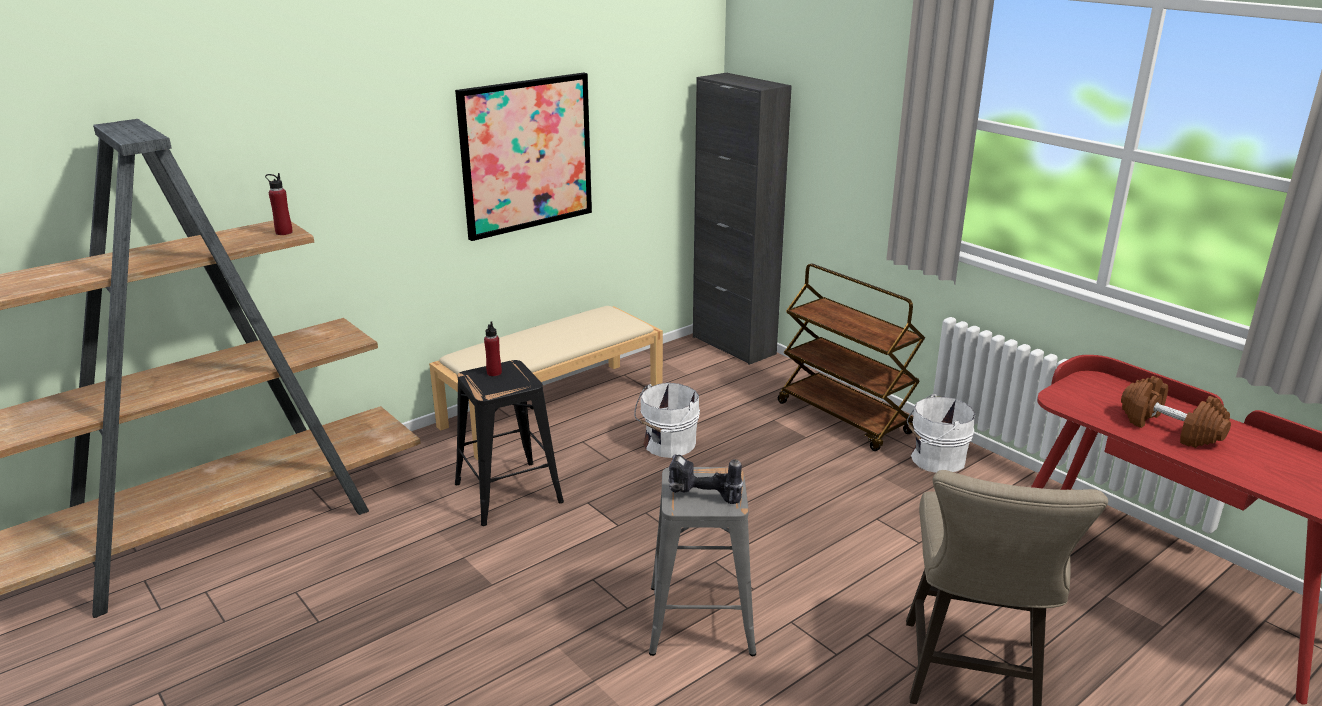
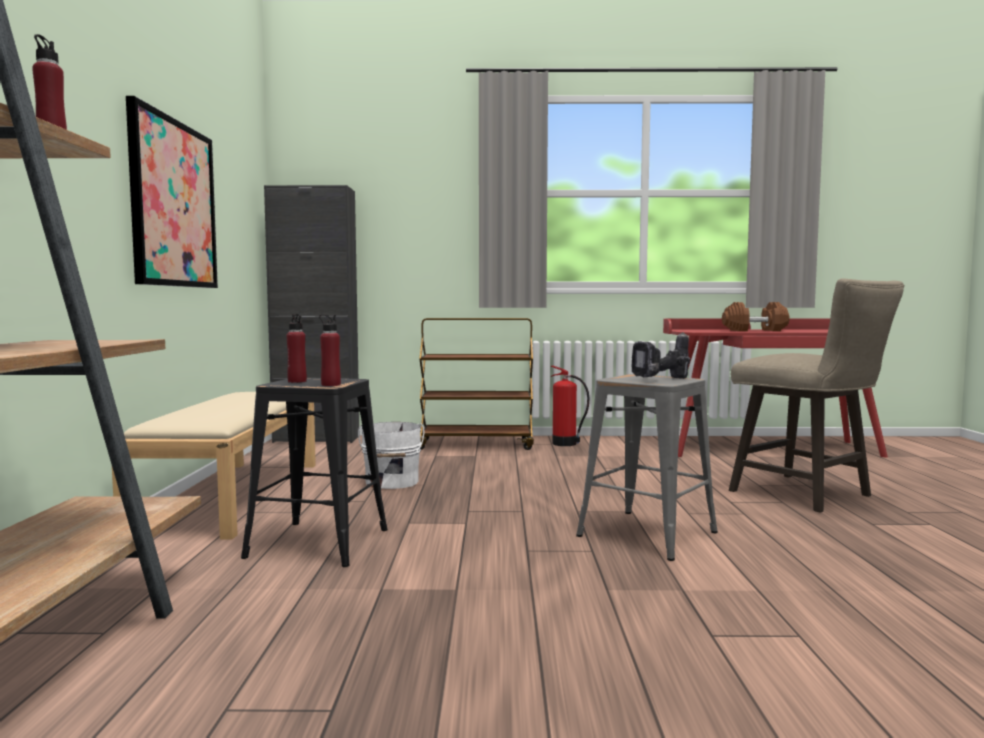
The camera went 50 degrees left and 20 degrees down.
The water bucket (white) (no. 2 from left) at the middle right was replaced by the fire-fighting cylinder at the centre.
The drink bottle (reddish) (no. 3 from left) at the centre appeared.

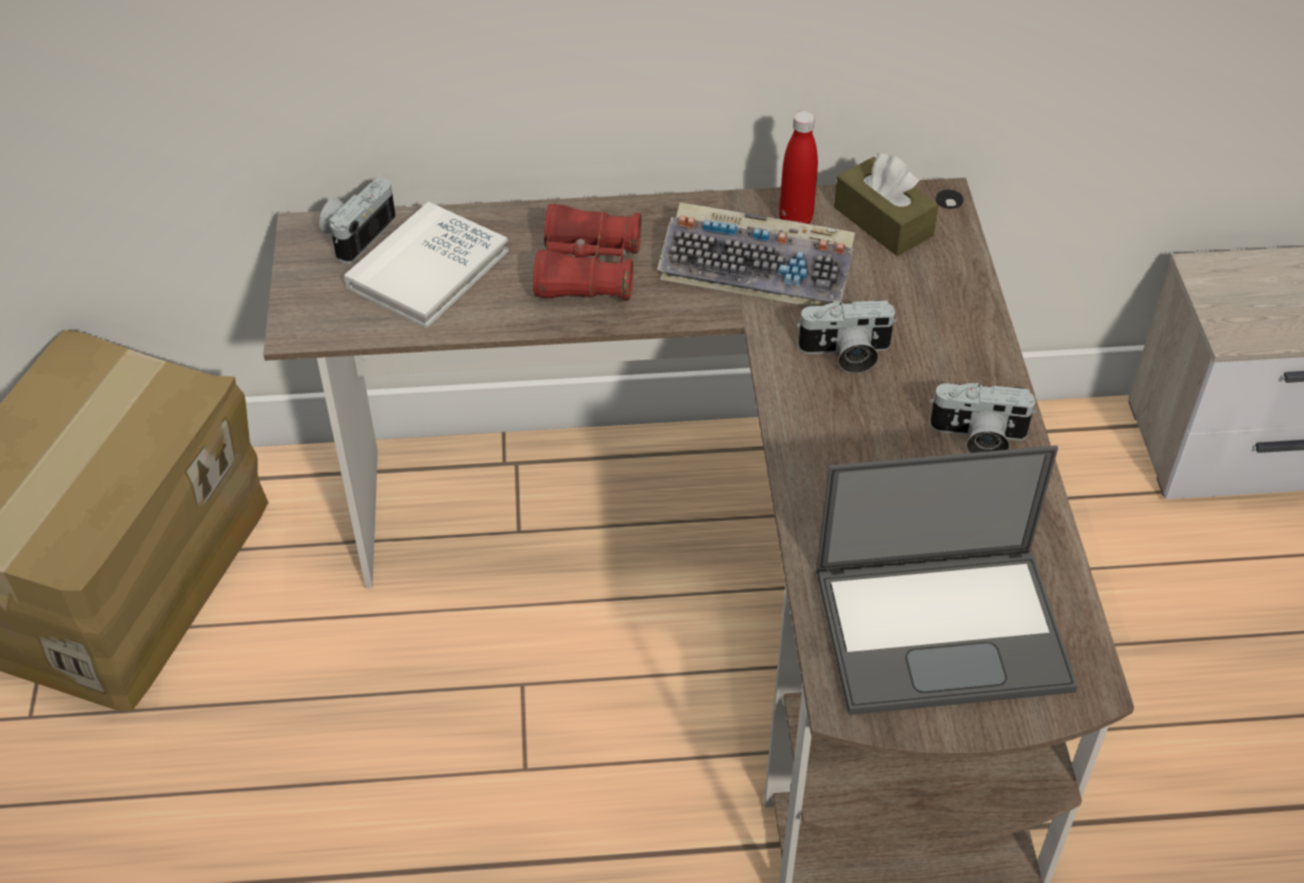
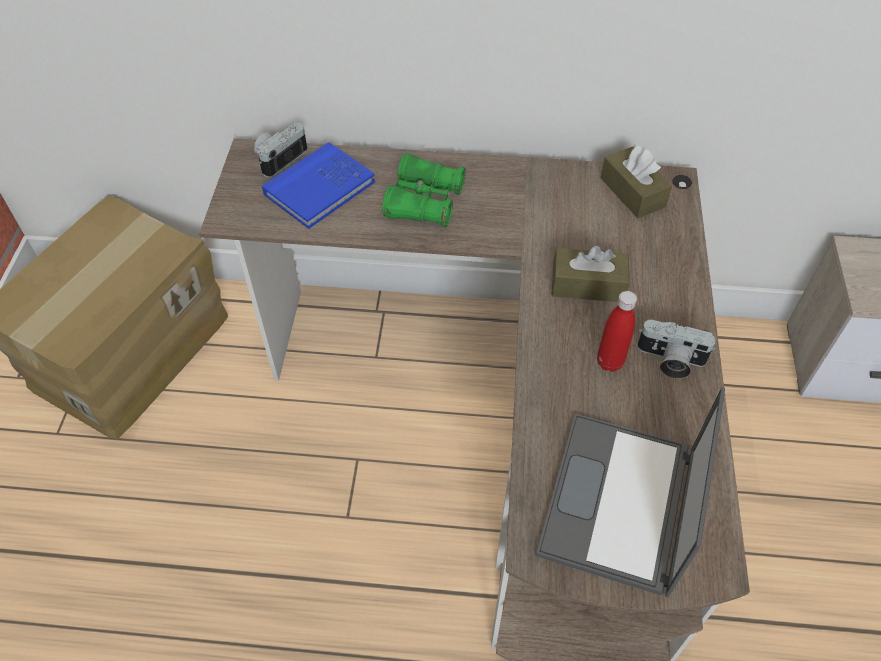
The camera went 10 degrees right and 5 degrees up.
The volume (white) at the top left became the volume (bluish) at the top centre.
The binoculars (reddish) at the top centre became the binoculars (green-coloured) at the top centre.
The PC keyboard at the top centre disappeared.
The drink bottle (reddish) moved from the top centre to the middle right.
The still camera (no. 2 from left) at the centre was replaced by the tissue holder (brown-coloured) (no. 1 from left) at the middle right.
The laptop at the middle right turned 105 degrees clockwise.

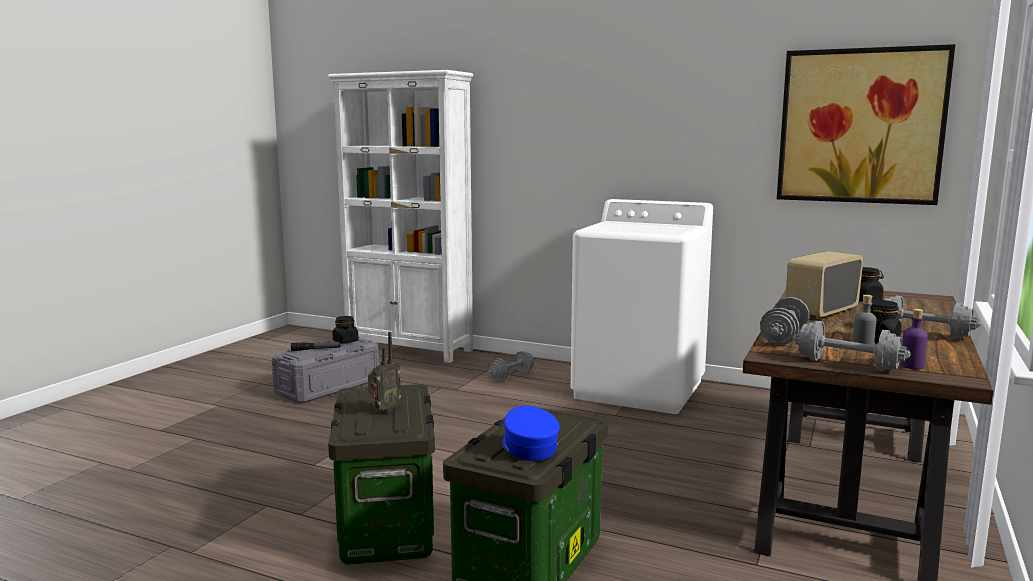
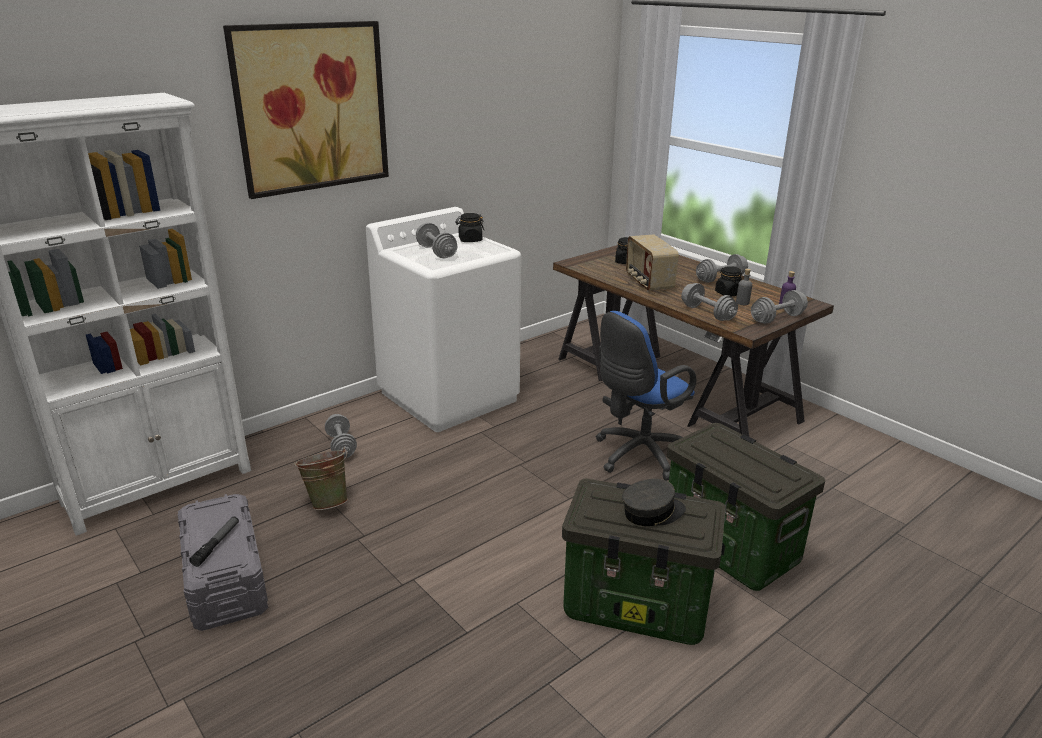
The camera went 65 degrees left and 15 degrees up.
The storage jar (blackish) (no. 1 from left) moved from the centre to the top centre.
The radio set (no. 1 from left) at the centre was replaced by the baseball cap (greyish) at the bottom centre.
The baseball cap (bluish) at the bottom centre disappeared.
The wall picture moved from the top right to the top left.
The water bucket (green-coloured) at the middle left appeared.
The hand weight (greyish) (no. 2 from left) at the top centre appeared.
The desk chair (bluish) at the centre appeared.

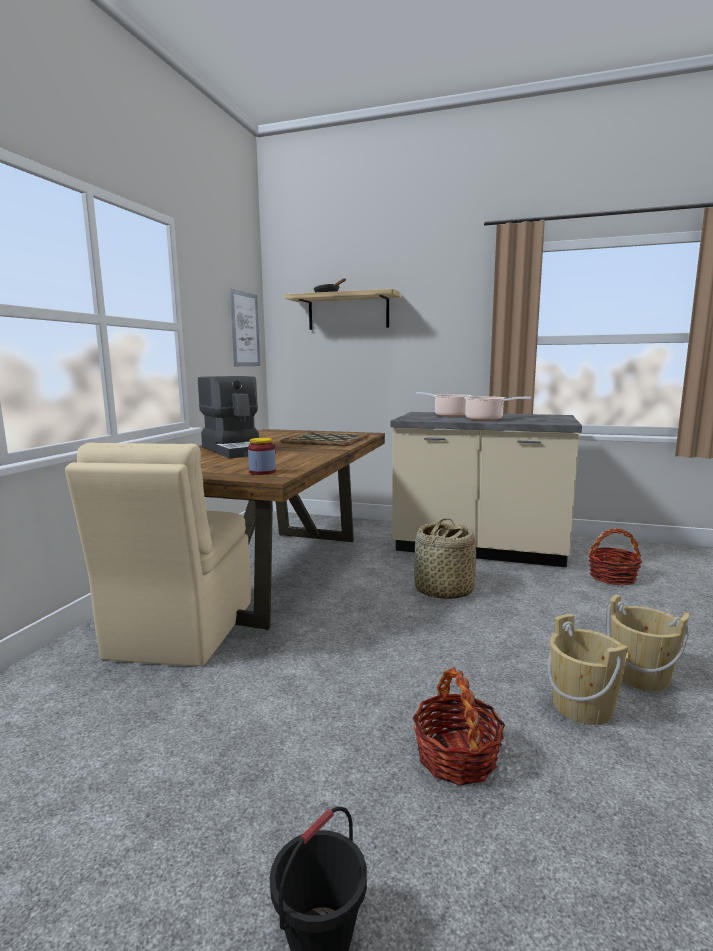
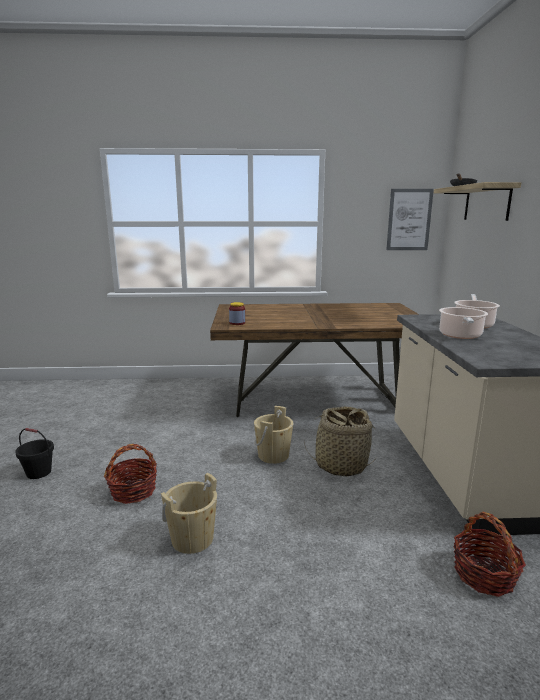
The camera went 70 degrees right and 5 degrees up.
The upright chair (sand-coloured) at the middle left disappeared.
The coffee brewer at the middle left disappeared.
The serving tray at the centre disappeared.
The water bucket (sand-coloured) (no. 2 from left) moved from the bottom right to the centre.

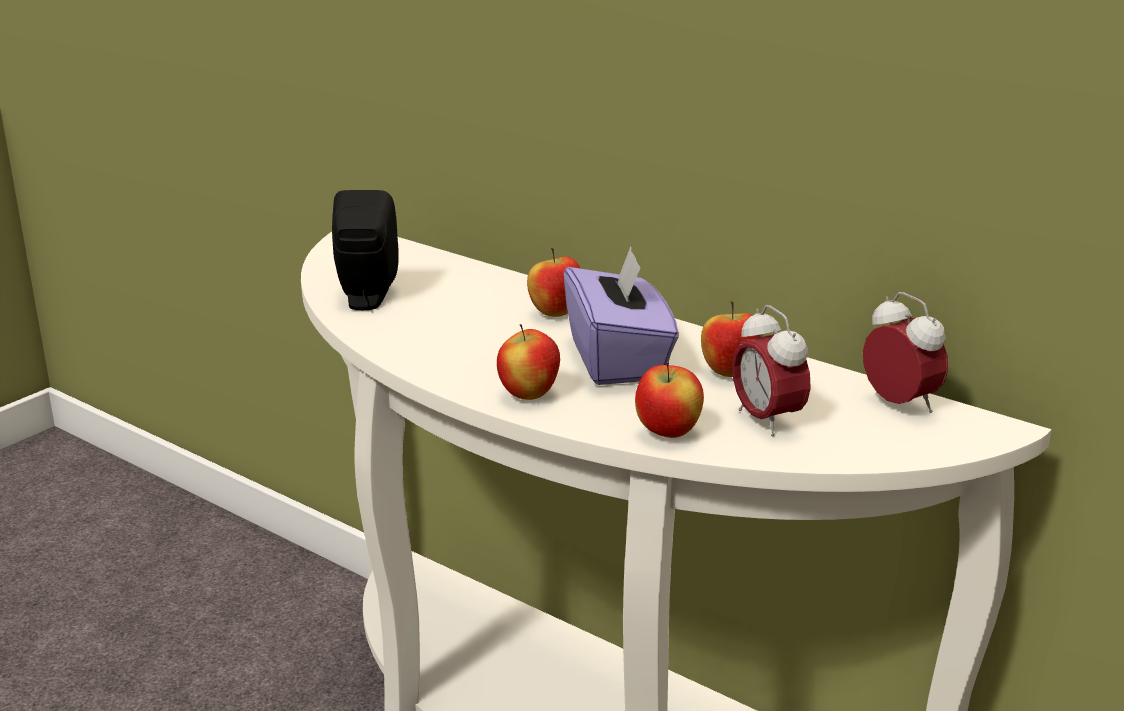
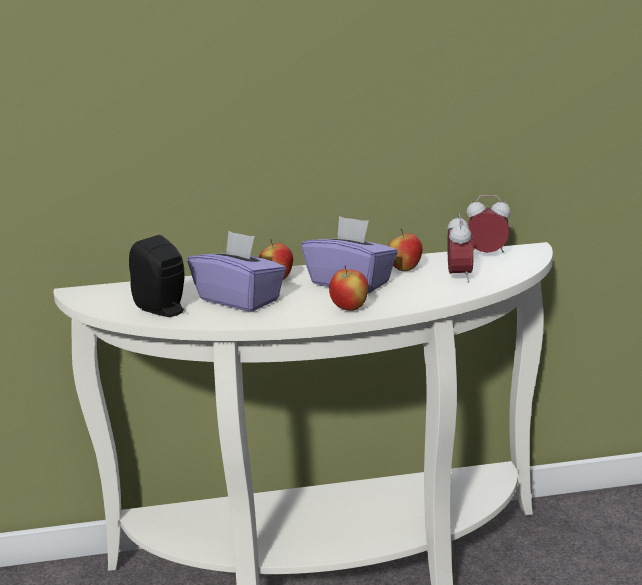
The camera went 45 degrees left and 5 degrees down.
The apple fruit (no. 3 from left) at the centre disappeared.
The table clock (no. 1 from left) at the middle right turned 105 degrees counterclockwise.
The tissue holder (purplish) (no. 1 from left) at the centre appeared.

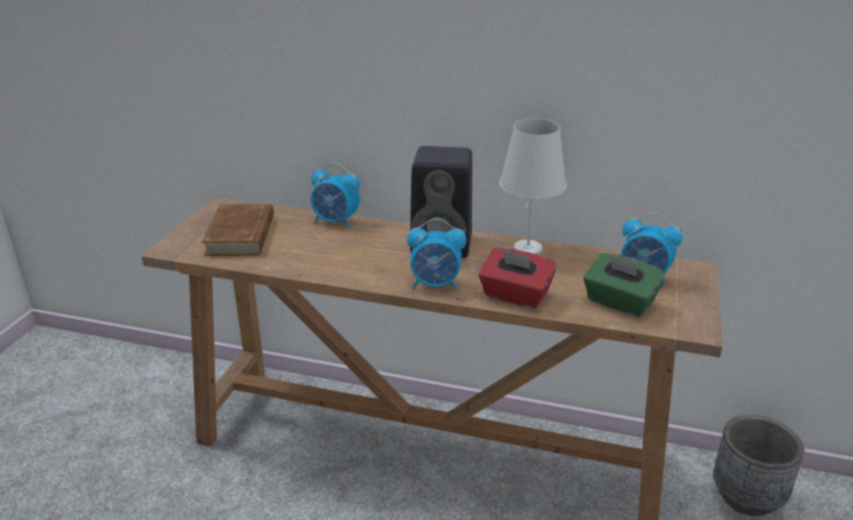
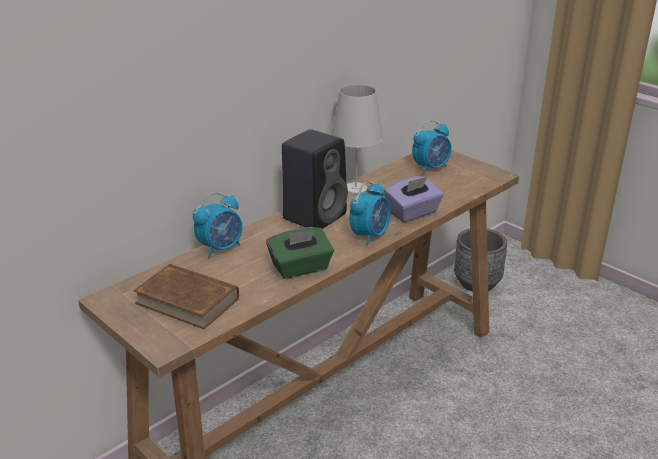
The camera went 60 degrees left and 0 degrees up.
The tissue holder (reddish) at the centre became the tissue holder (purplish) at the centre.
The tissue holder (green-coloured) moved from the middle right to the centre.

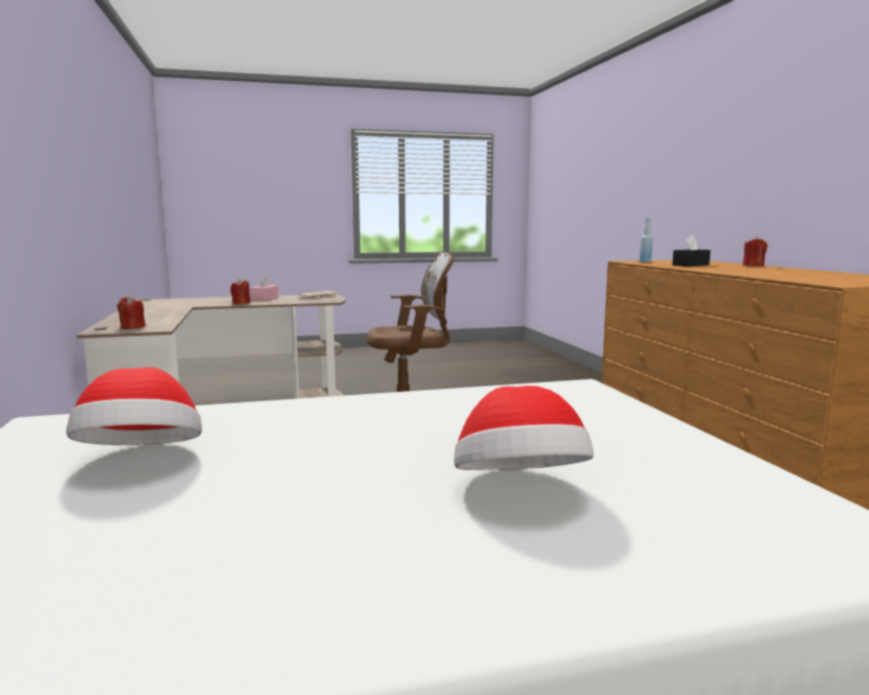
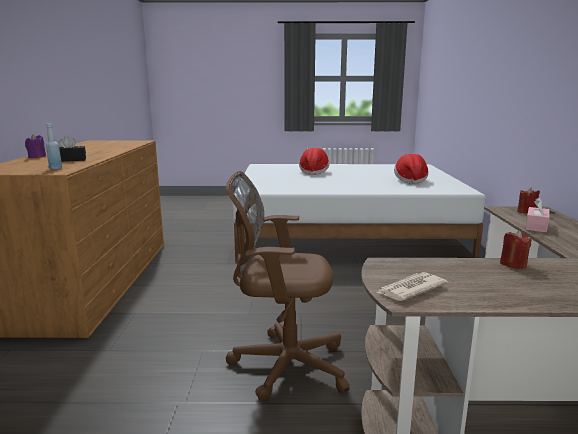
The camera went 165 degrees left and 5 degrees up.
The tissue holder (pinkish) moved from the middle left to the middle right.
The wax light (reddish) (no. 3 from left) at the middle right became the wax light (purplish) at the middle left.

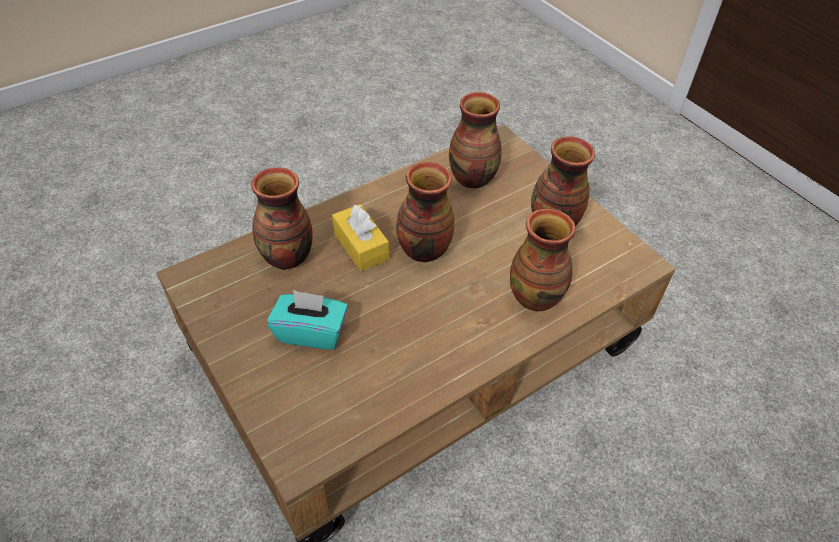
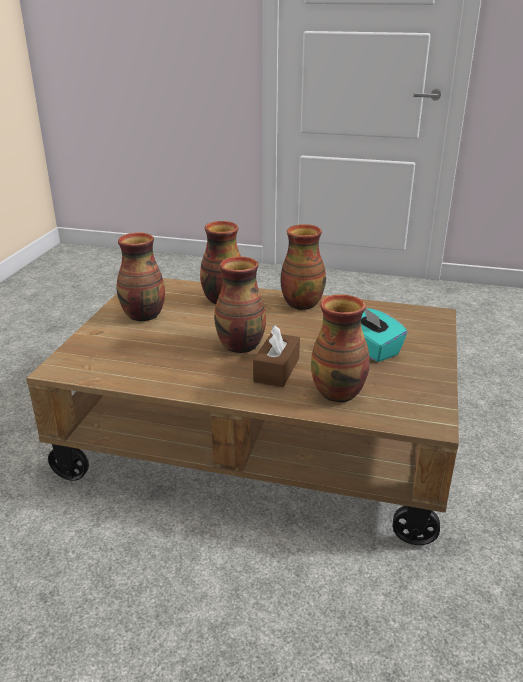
The camera went 130 degrees left and 20 degrees down.
The tissue holder (yellow) at the centre became the tissue holder (brown-coloured) at the centre.
The decorative vase (no. 3 from left in the first image) moved from the top centre to the centre.

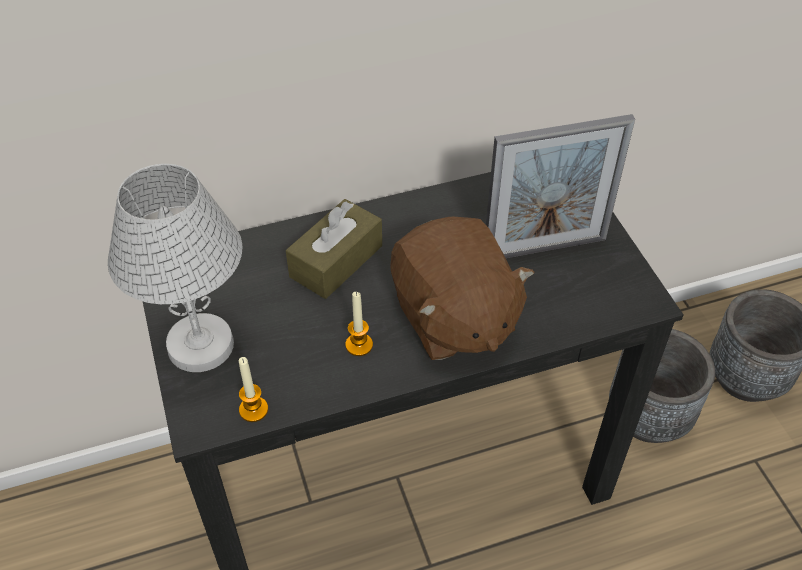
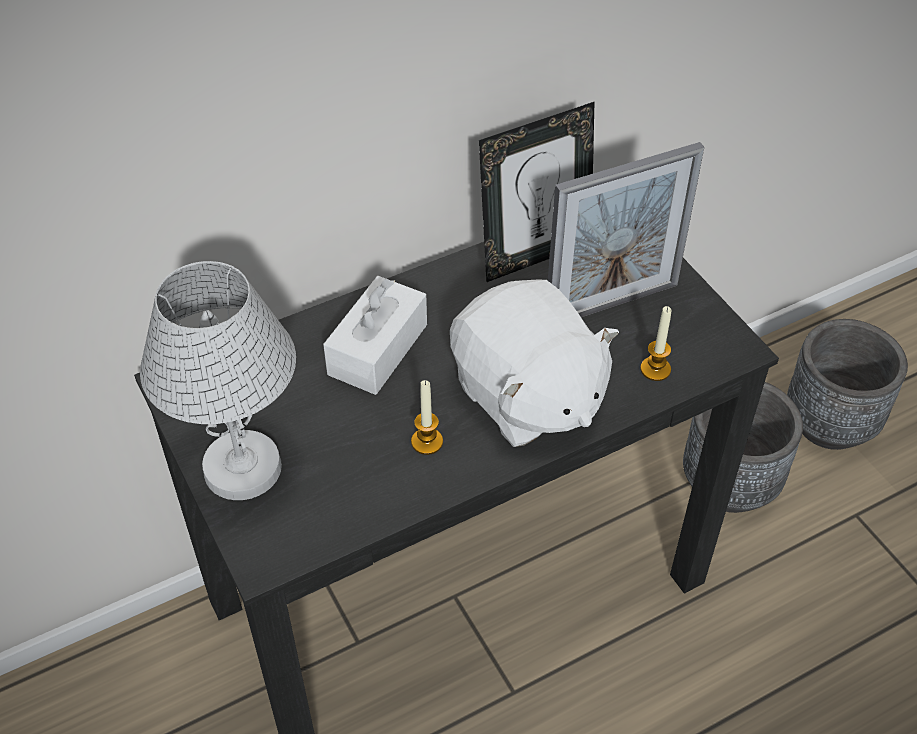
The camera went 10 degrees left and 0 degrees up.
The wax light (no. 1 from left in the first image) moved from the bottom left to the middle right.
The tissue holder (brown-coloured) at the centre became the tissue holder (white) at the centre.
The plush toy (brown-coloured) at the centre became the plush toy (white) at the centre.
The picture frame (no. 1 from left) at the top centre appeared.

